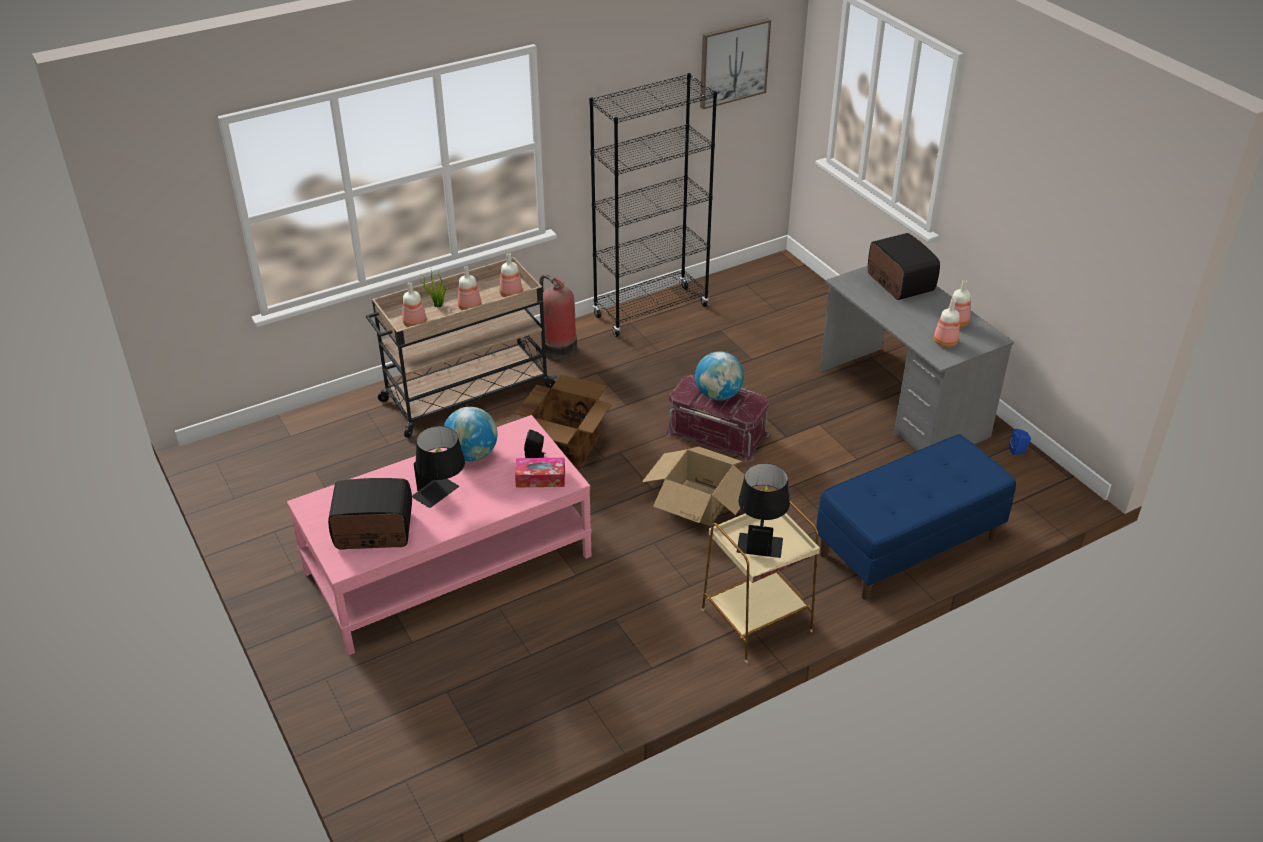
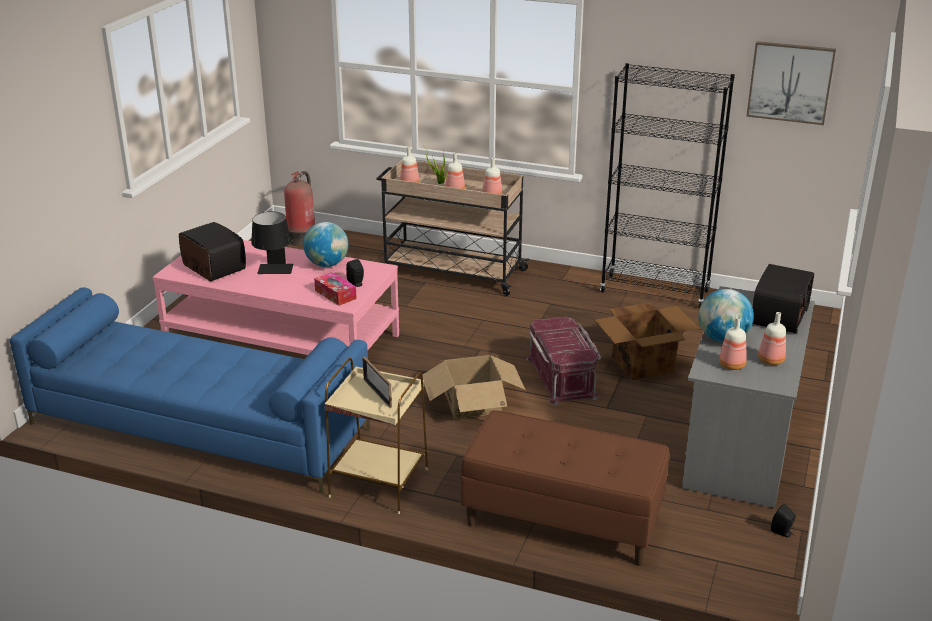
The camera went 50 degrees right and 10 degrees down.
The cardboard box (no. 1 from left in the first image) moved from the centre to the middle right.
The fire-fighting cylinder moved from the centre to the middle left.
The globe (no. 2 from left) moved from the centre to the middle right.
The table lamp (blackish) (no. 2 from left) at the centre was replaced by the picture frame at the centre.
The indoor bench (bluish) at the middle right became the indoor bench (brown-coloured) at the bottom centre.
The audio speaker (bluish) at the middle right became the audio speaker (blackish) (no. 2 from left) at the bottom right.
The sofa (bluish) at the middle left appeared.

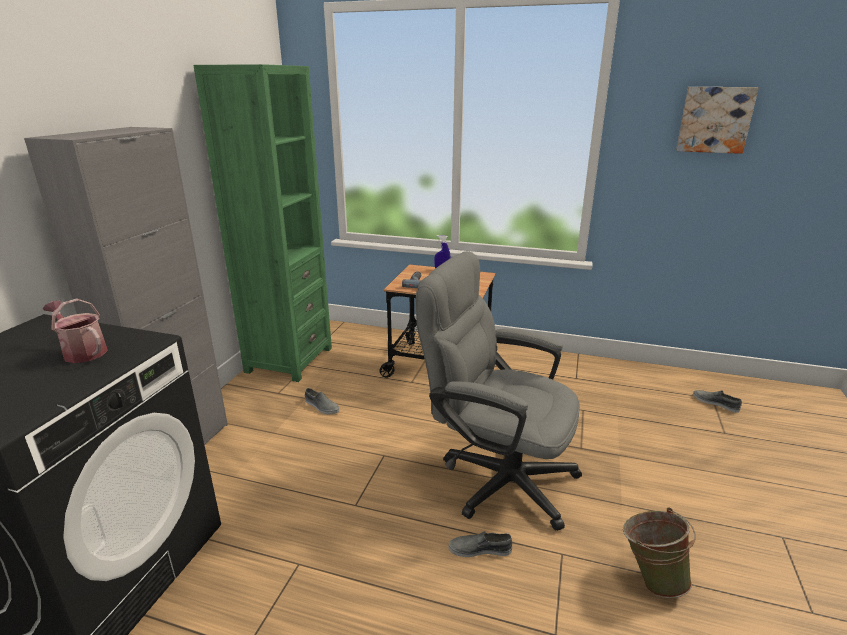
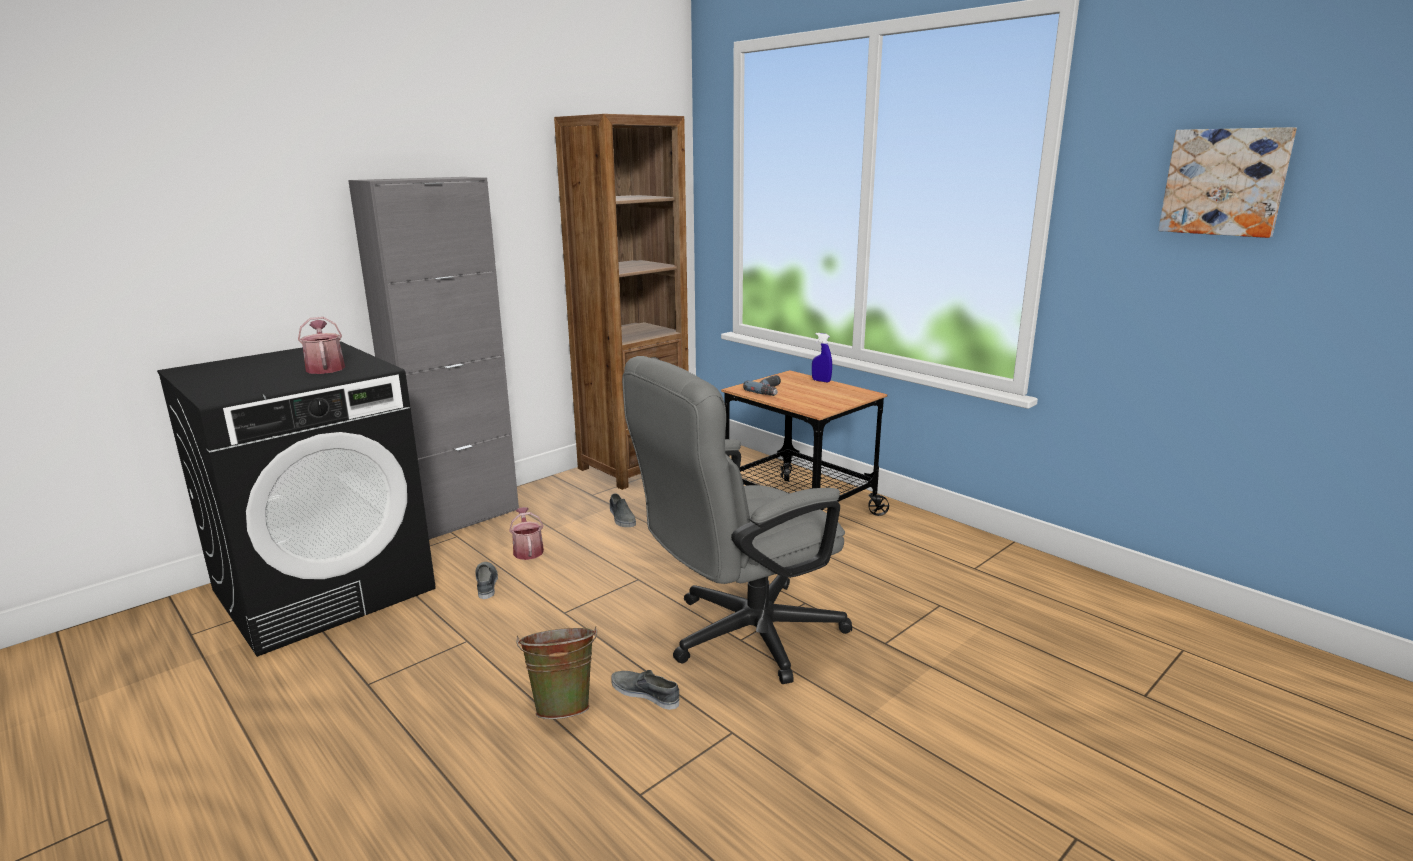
The camera went 30 degrees right and 5 degrees down.
The bookshelf (green-coloured) at the middle left became the bookshelf (brown-coloured) at the centre.
The desk chair (greyish) at the centre turned 90 degrees counterclockwise.
The water bucket (green-coloured) moved from the bottom right to the bottom centre.
The shoe (greyish) (no. 3 from left in the first image) moved from the middle right to the bottom centre.
The watering pot (no. 2 from left) at the centre appeared.

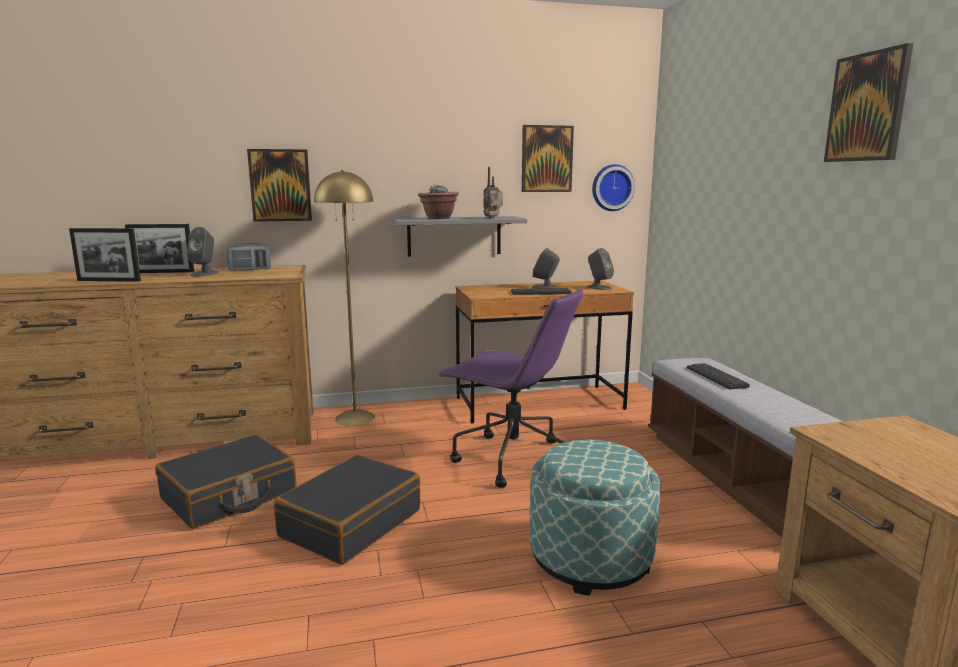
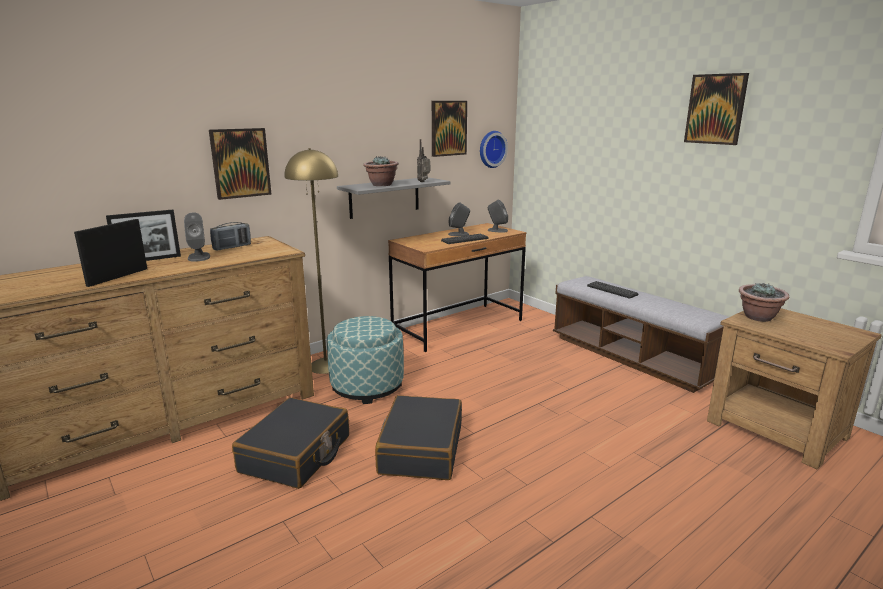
The camera went 25 degrees left and 5 degrees up.
The picture frame (no. 1 from left) at the middle left turned 135 degrees clockwise.
The desk chair (purplish) at the centre disappeared.
The footrest moved from the bottom centre to the centre.
The plant in a pot (no. 2 from left) at the middle right appeared.

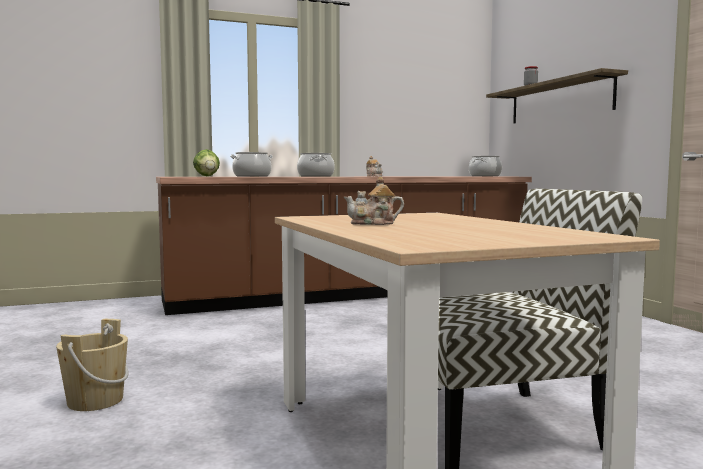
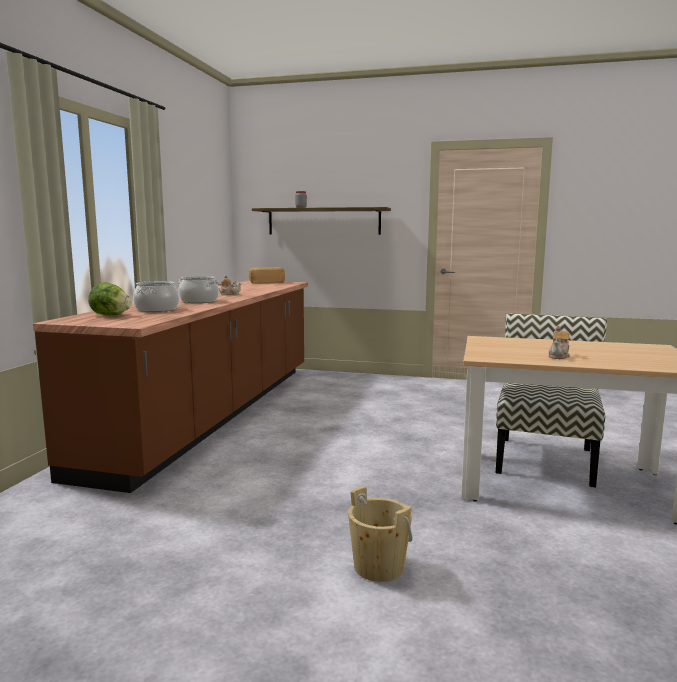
The camera went 55 degrees left and 5 degrees up.
The cooking pot (no. 3 from left) at the middle right was replaced by the bakery bread at the centre.

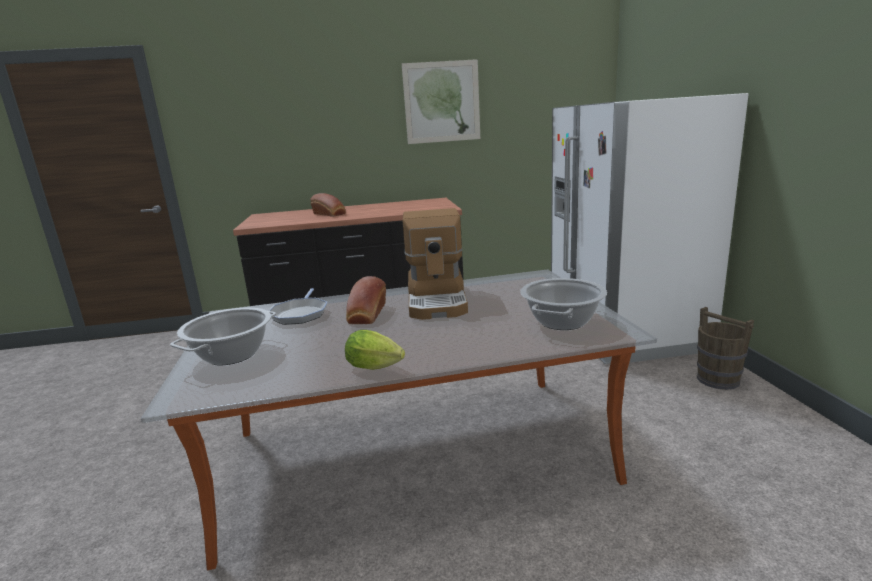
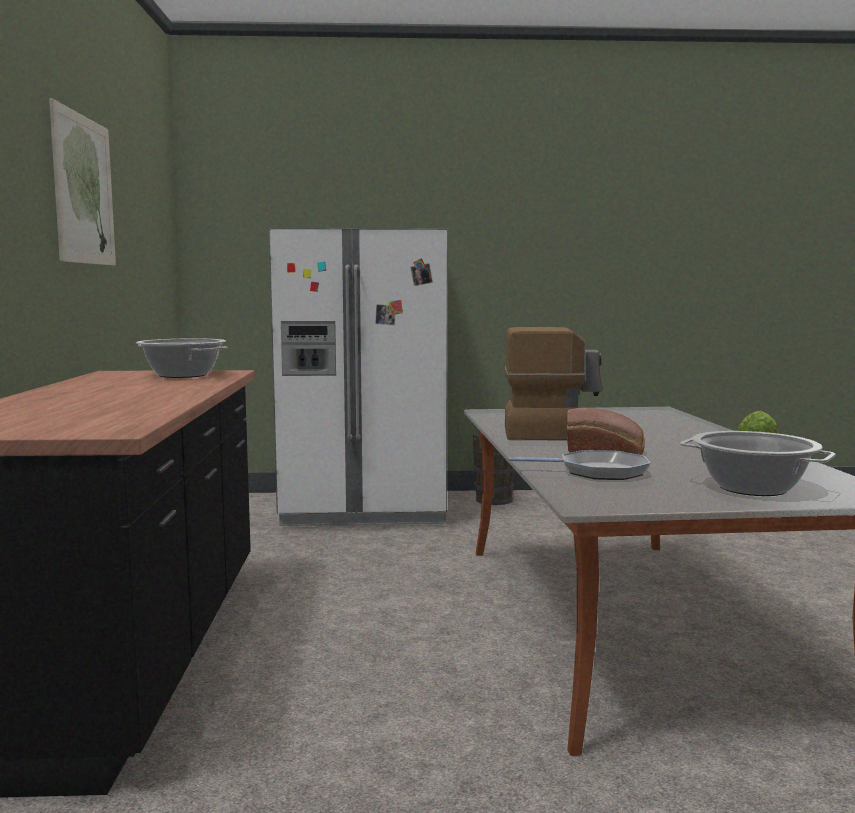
The camera went 85 degrees left and 10 degrees down.
The bakery bread (no. 1 from left) at the centre disappeared.
The cooking pot (no. 2 from left in the first image) moved from the centre to the middle left.

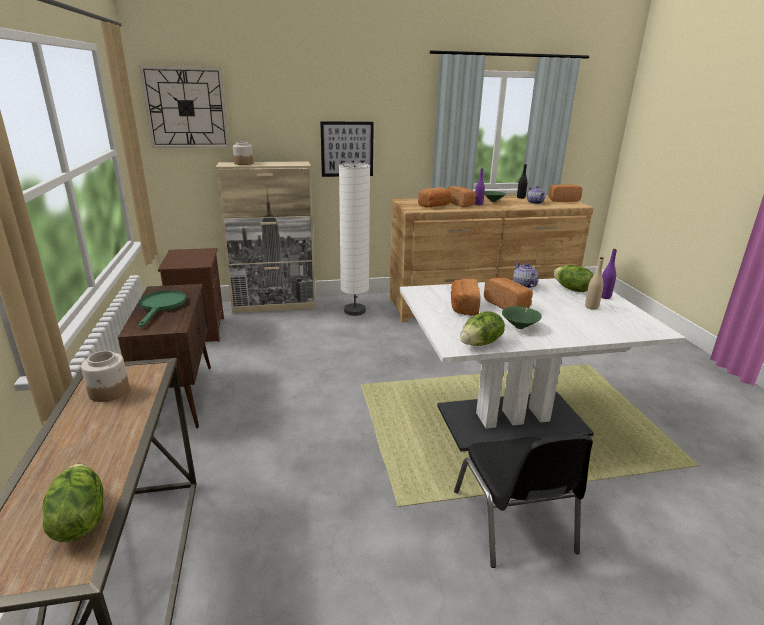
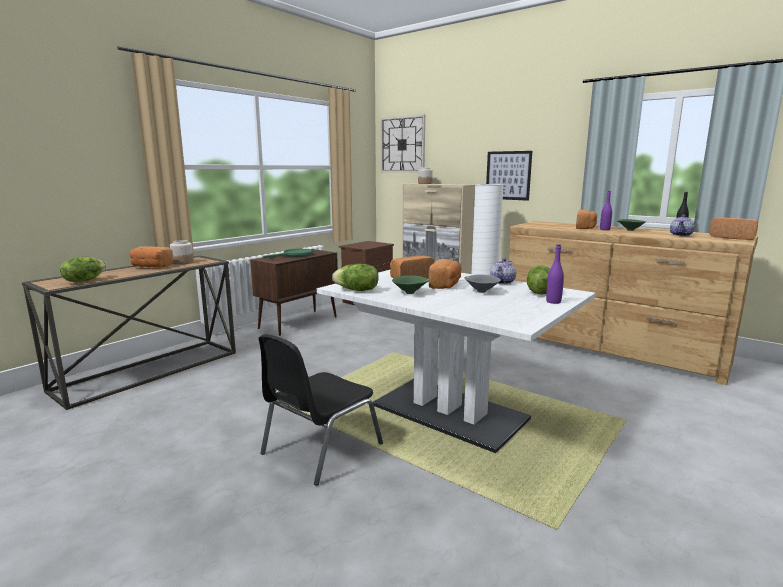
The camera went 50 degrees right and 10 degrees down.
The bakery bread (no. 1 from left) moved from the top centre to the middle left.
The drink bottle (sand-coloured) at the middle right disappeared.
The serving bowl (greyish) at the centre appeared.

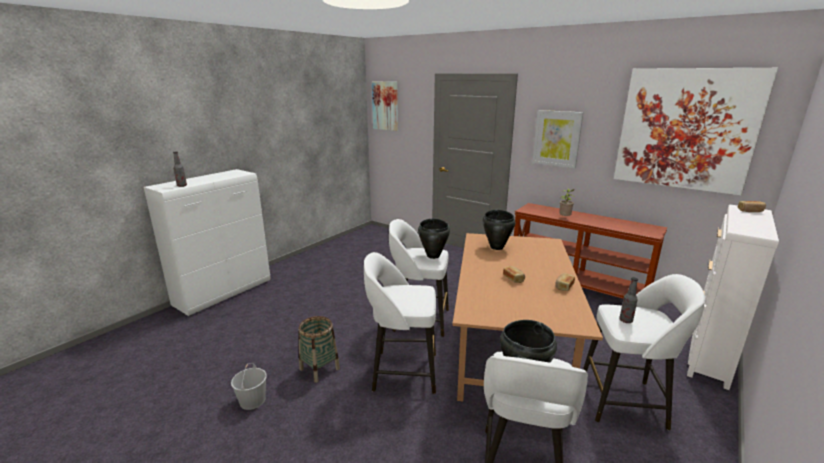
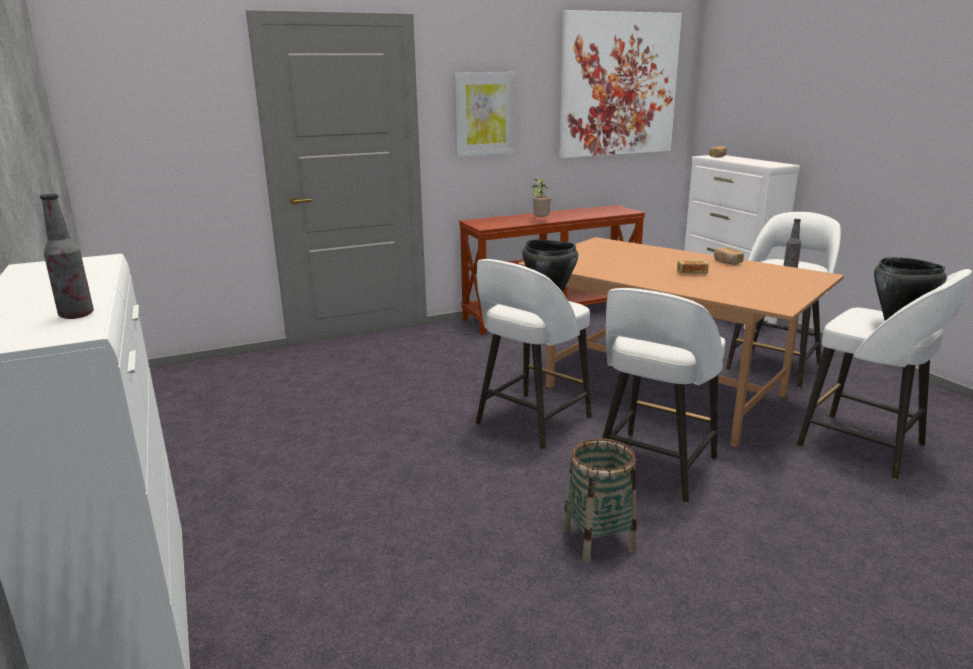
The camera went 60 degrees left and 0 degrees up.
The water bucket (white) at the bottom left disappeared.
The wall picture (no. 1 from left) at the top centre disappeared.
The cooking pot (blackish) (no. 2 from left) at the centre disappeared.

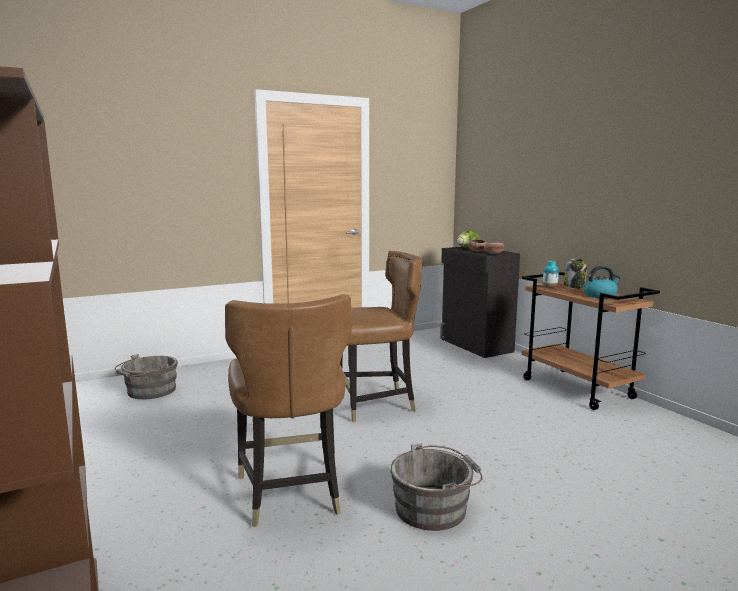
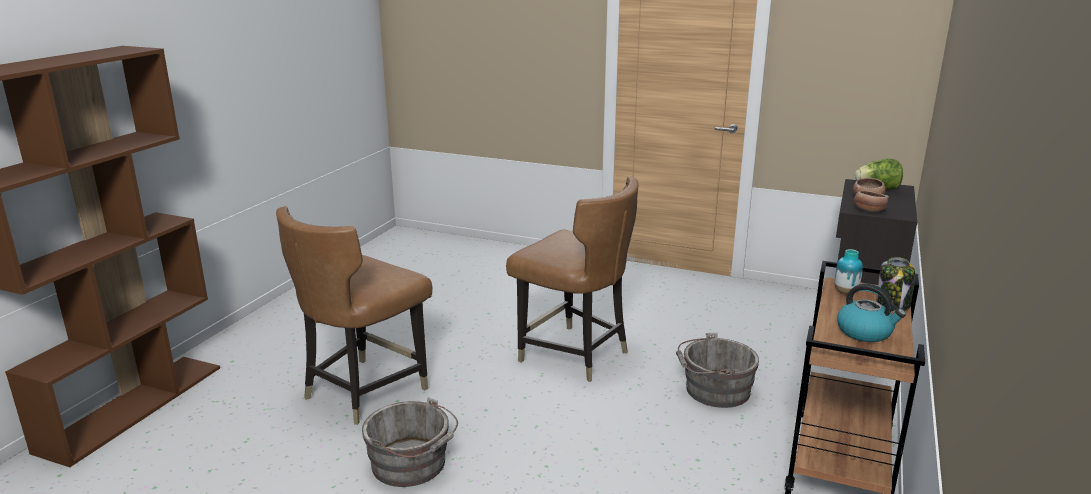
The camera went 50 degrees right and 10 degrees up.
The water bucket (greyish) (no. 1 from left in the first image) moved from the middle left to the bottom centre.

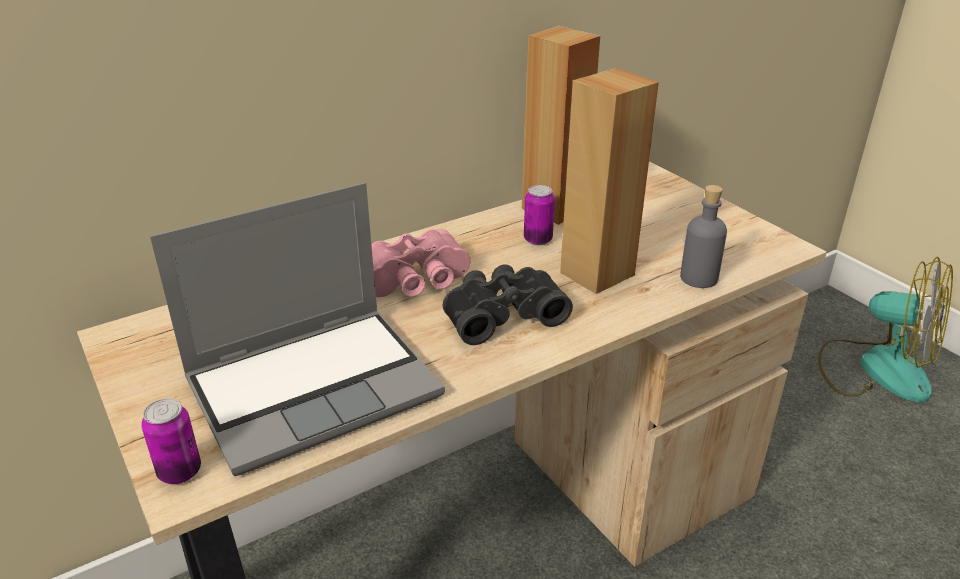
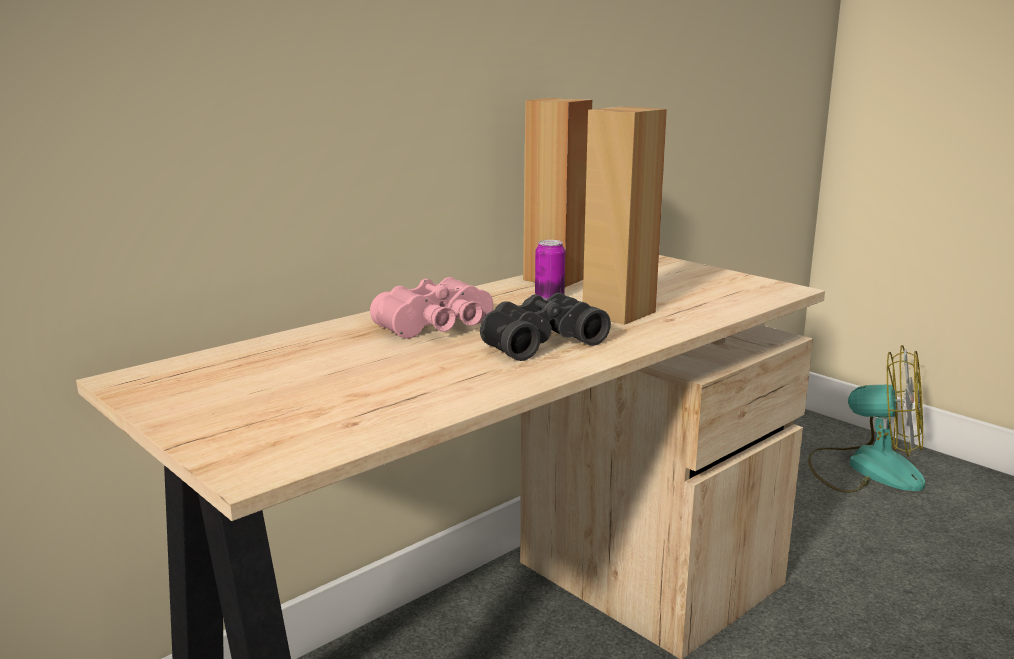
The camera went 10 degrees left and 15 degrees down.
The can (no. 1 from left) at the bottom left disappeared.
The laptop at the middle left disappeared.
The drink bottle (greyish) at the middle right disappeared.

